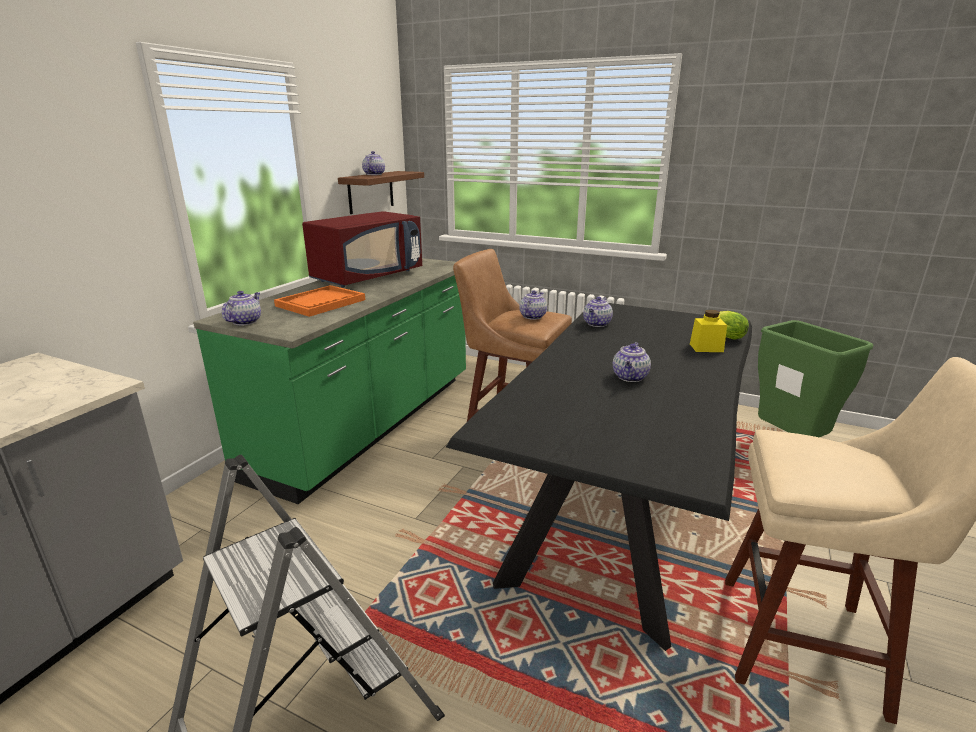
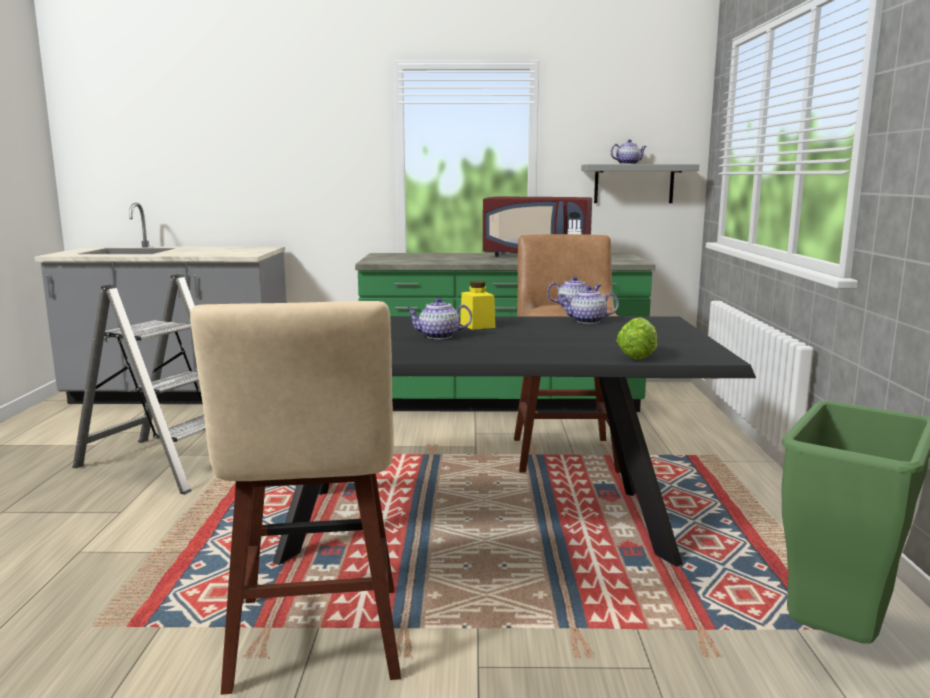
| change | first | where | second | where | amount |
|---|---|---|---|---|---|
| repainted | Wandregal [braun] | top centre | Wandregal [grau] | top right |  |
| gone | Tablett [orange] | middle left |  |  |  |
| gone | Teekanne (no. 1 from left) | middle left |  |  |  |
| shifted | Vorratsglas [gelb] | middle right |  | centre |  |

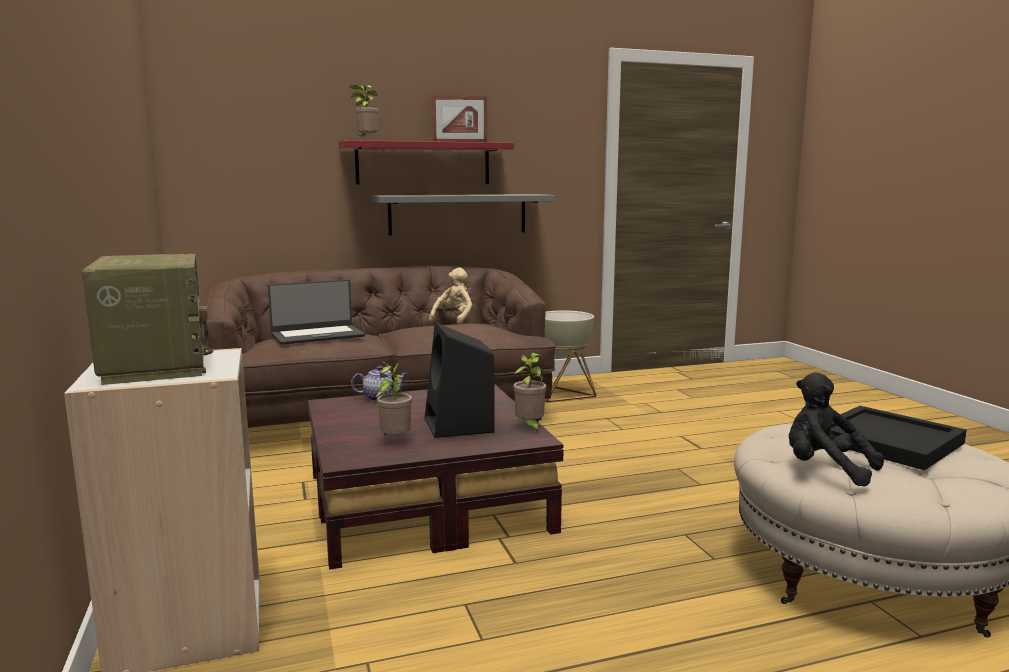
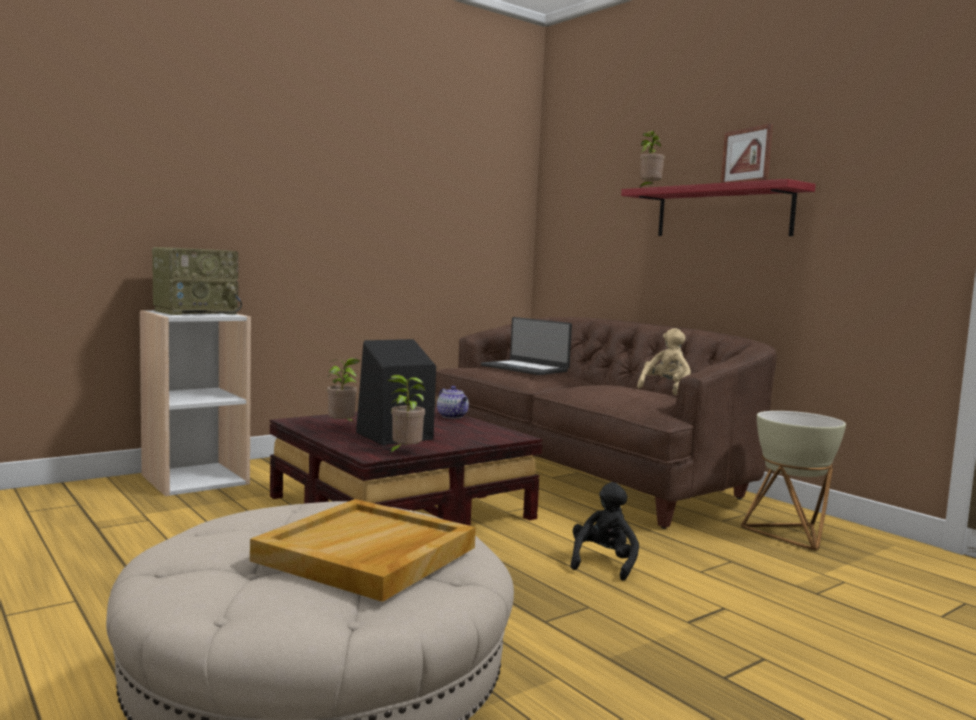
| change | first | where | second | where | amount |
|---|---|---|---|---|---|
| gone | Wandregal [grau] | top centre |  |  |  |
| rotated | Plüschtier [beige] | centre |  | middle right | 60 degrees counterclockwise |
| shifted | Plüschtier [schwarz] | middle right |  | bottom centre |  |
| repainted | Tablett [schwarz] | middle right | Tablett [beige] | bottom centre |  |

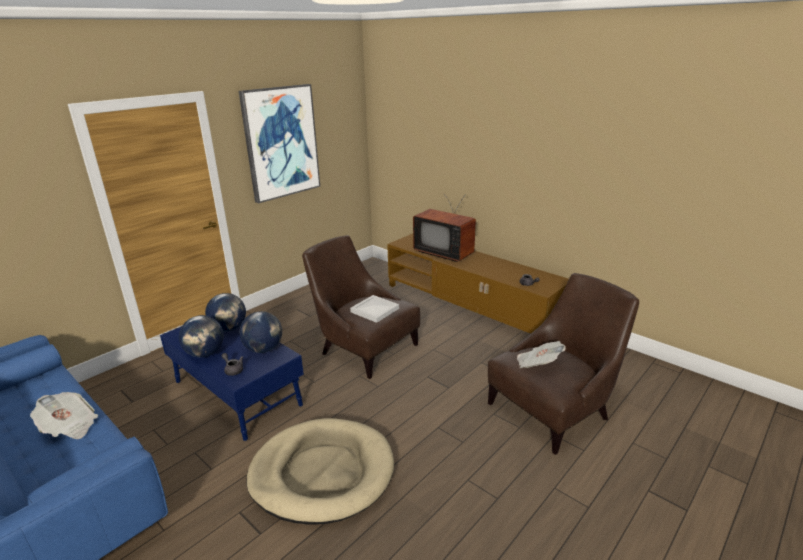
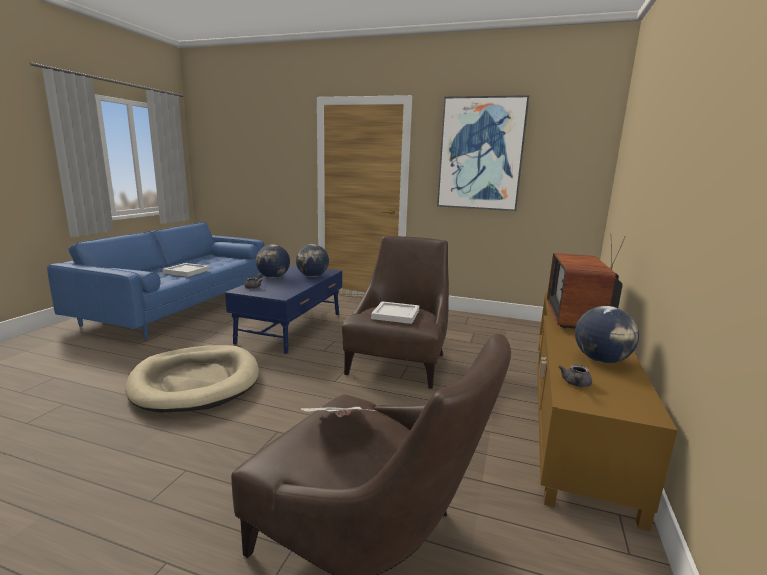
| change | first | where | second | where | amount |
|---|---|---|---|---|---|
| shifted | Globus (no. 3 from left) | middle left |  | middle right |  |
| swapped | Zeitung (no. 1 from left) | bottom left | Tablett [weiß] (no. 1 from left) | middle left |  |

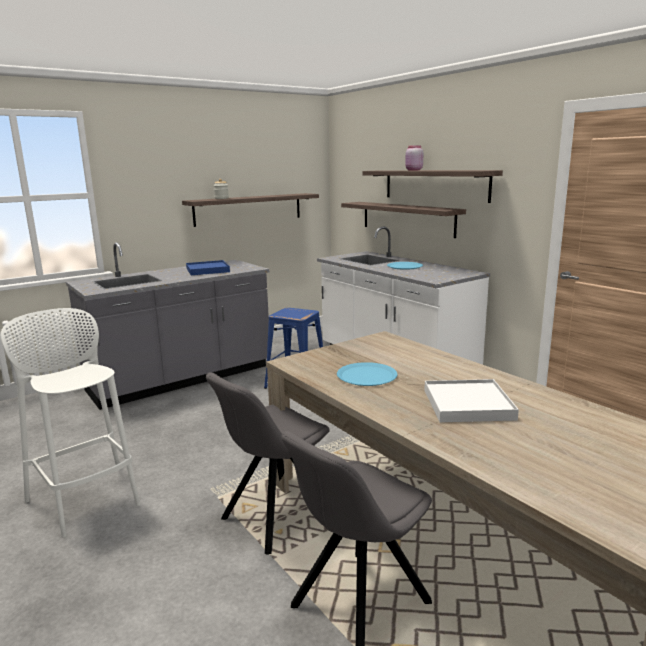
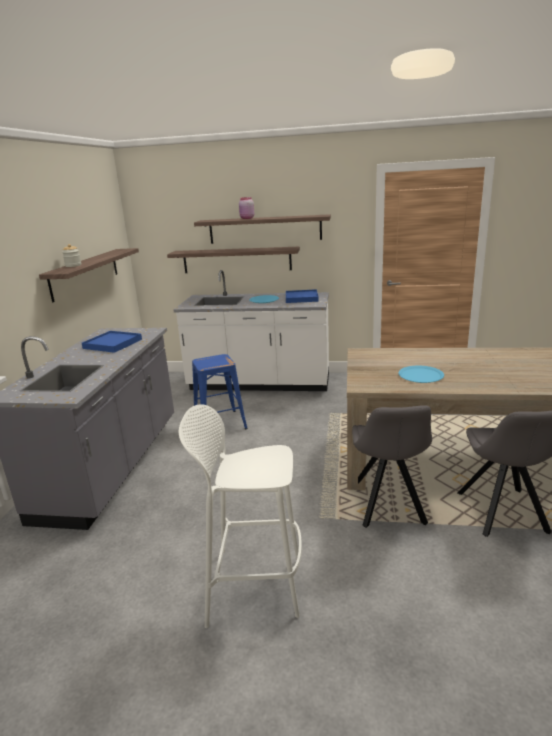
| change | first | where | second | where | amount |
|---|---|---|---|---|---|
| gone | Tablett [weiß] | middle right |  |  |  |
| new |  |  | Tablett [blau] (no. 2 from left) | centre |  |

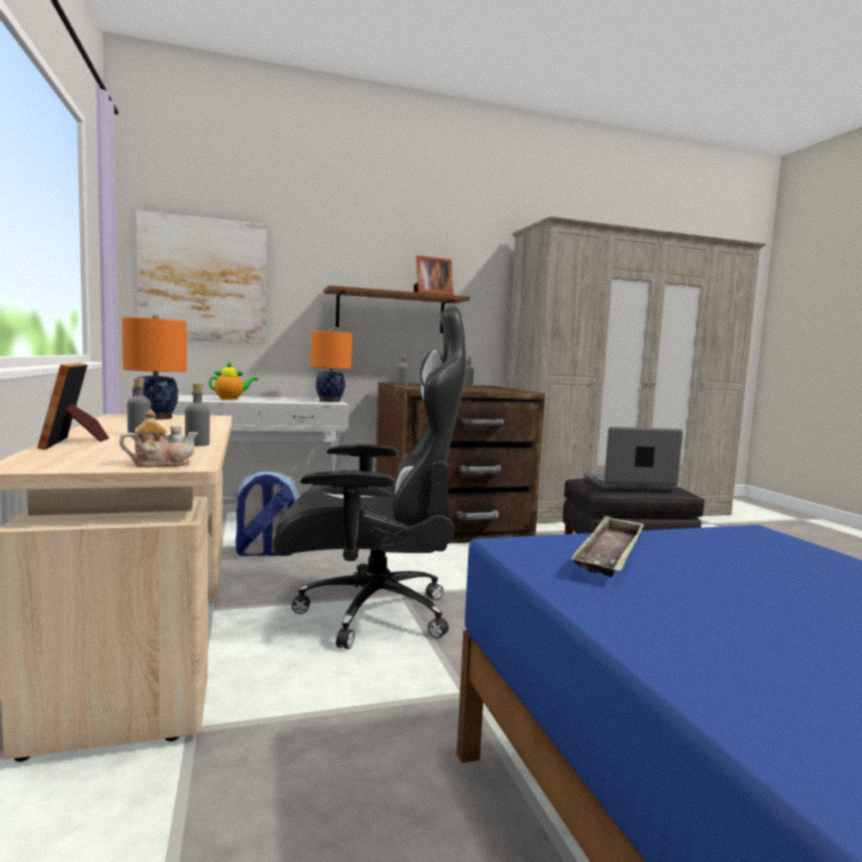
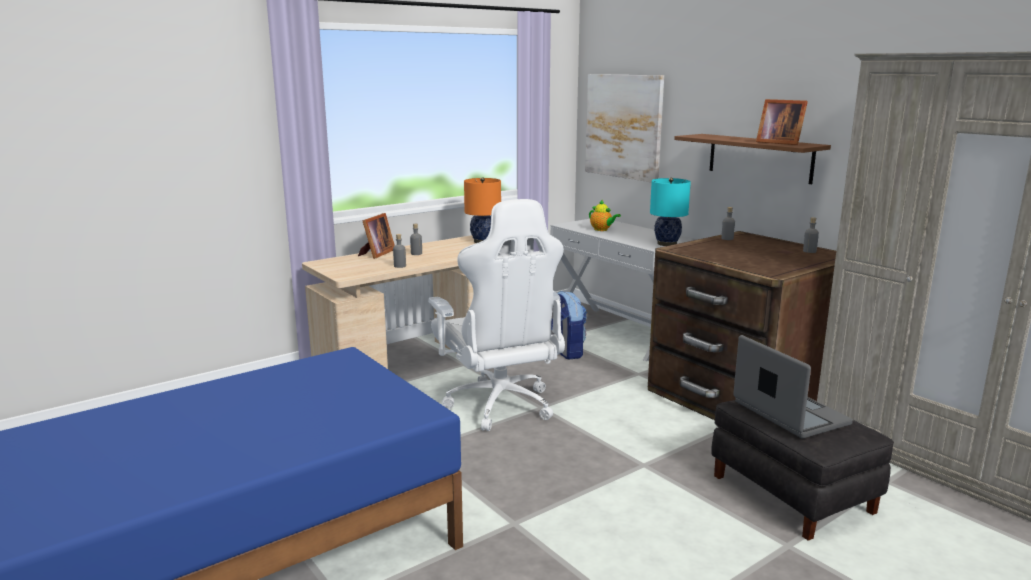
| change | first | where | second | where | amount |
|---|---|---|---|---|---|
| repainted | Bürostuhl [schwarz] | centre | Bürostuhl [weiß] | centre |  |
| repainted | Tischlampe [orange] (no. 2 from left) | centre | Tischlampe [türkis] | centre |  |
| rotated | Bilderrahmen (no. 1 from left) | middle left |  | centre | 150 degrees clockwise |
| gone | Teekanne (no. 1 from left) | middle left |  |  |  |
| gone | Tablett | middle right |  |  |  |

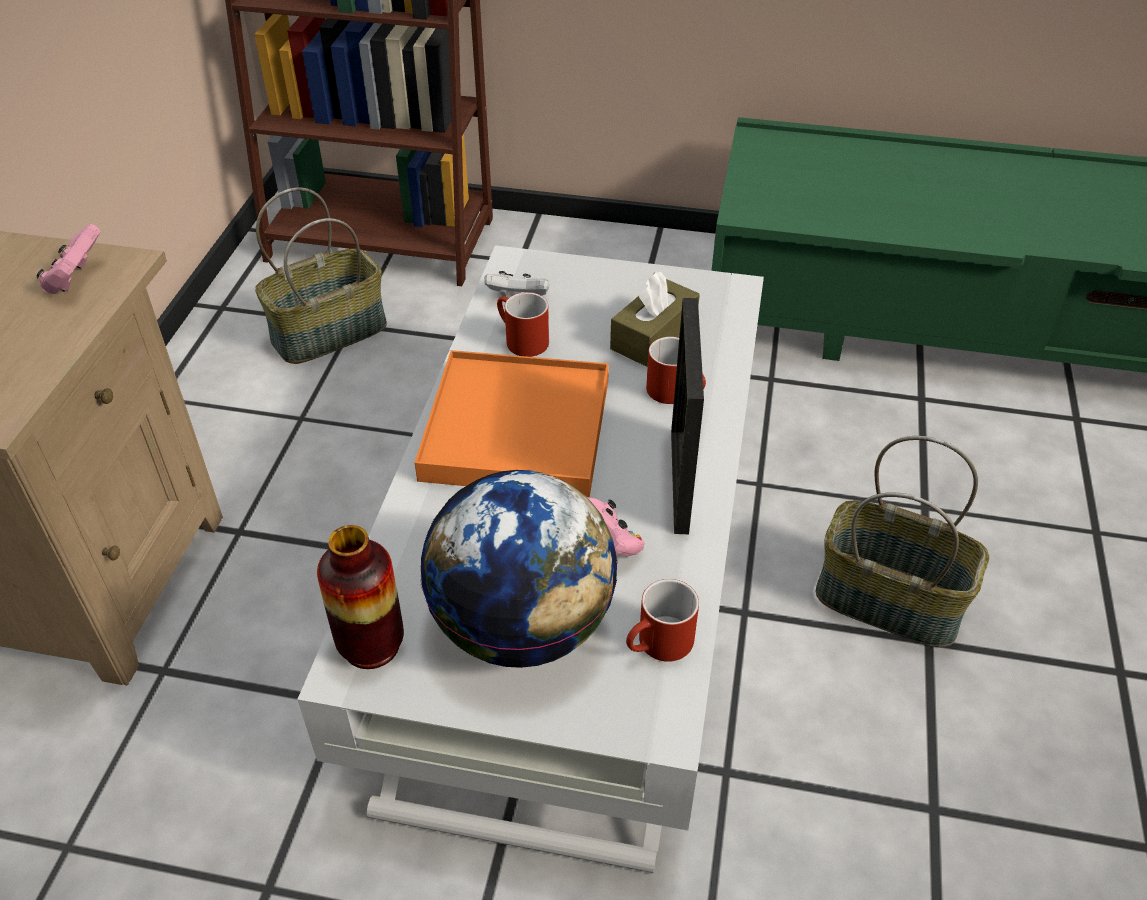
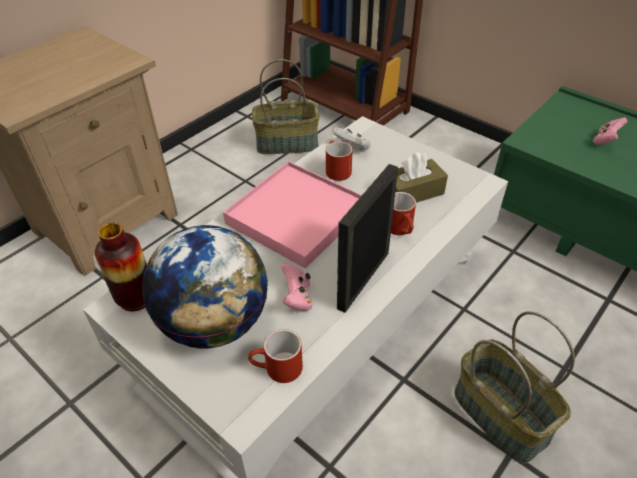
| change | first | where | second | where | amount |
|---|---|---|---|---|---|
| shifted | Gamepad [rosa] (no. 1 from left in the first image) | top left | Gamepad [rosa] (no. 2 from left) | top right |  |
| repainted | Tablett [orange] | centre | Tablett [rosa] | centre |  |

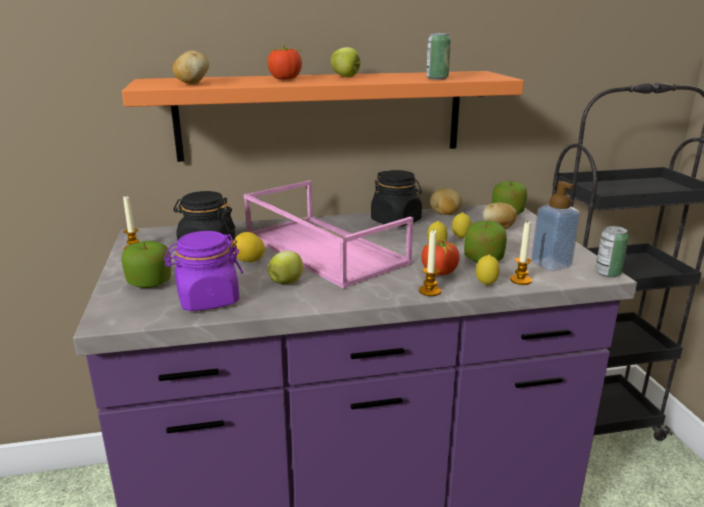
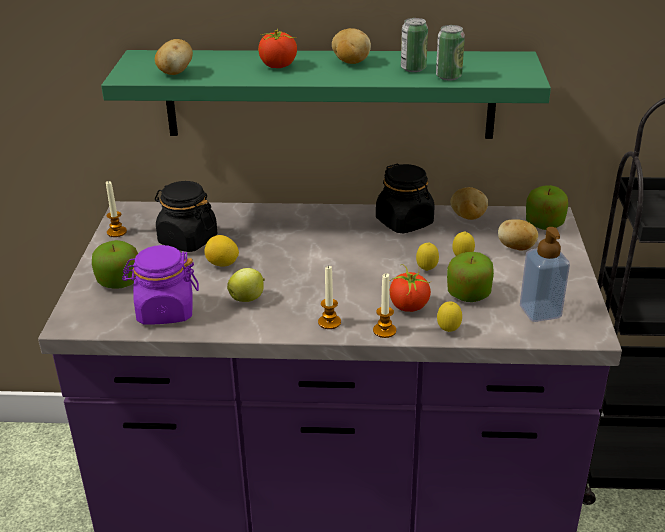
| change | first | where | second | where | amount |
|---|---|---|---|---|---|
| swapped | Apfel (no. 3 from left) | top centre | Kartoffel (no. 2 from left) | top centre |  |
| repainted | Wandregal [orange] | top centre | Wandregal [grün] | top centre |  |
| gone | Tablett [rosa] | centre |  |  |  |
| shifted | Kerze (no. 3 from left in the first image) | middle right | Kerze (no. 2 from left) | centre |  |
| shifted | Dose (no. 2 from left in the first image) | middle right | Dose (no. 1 from left) | top centre |  |

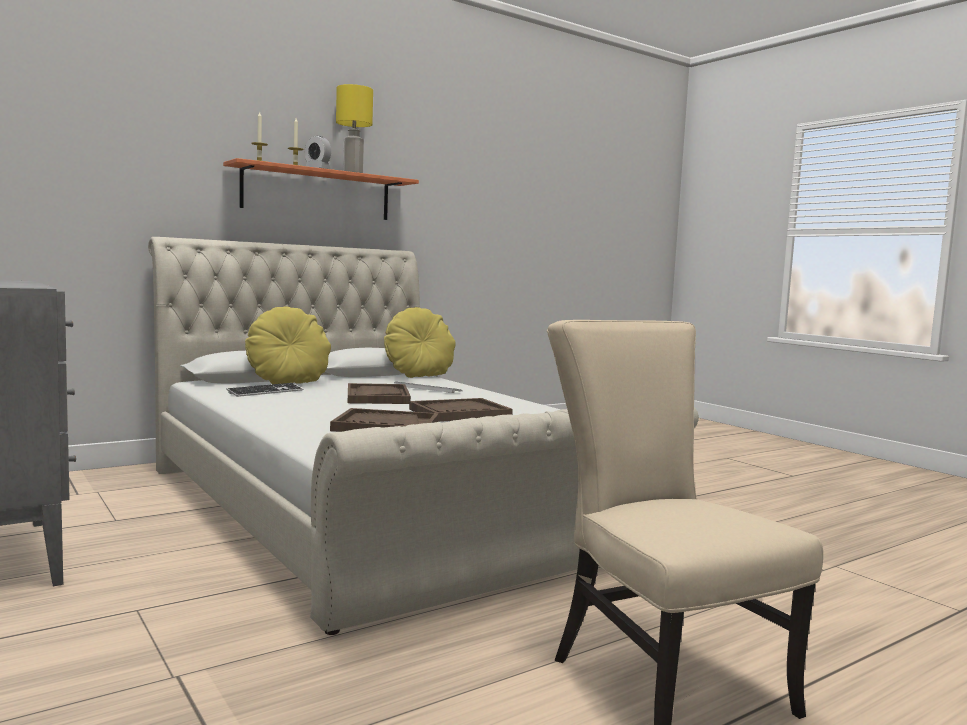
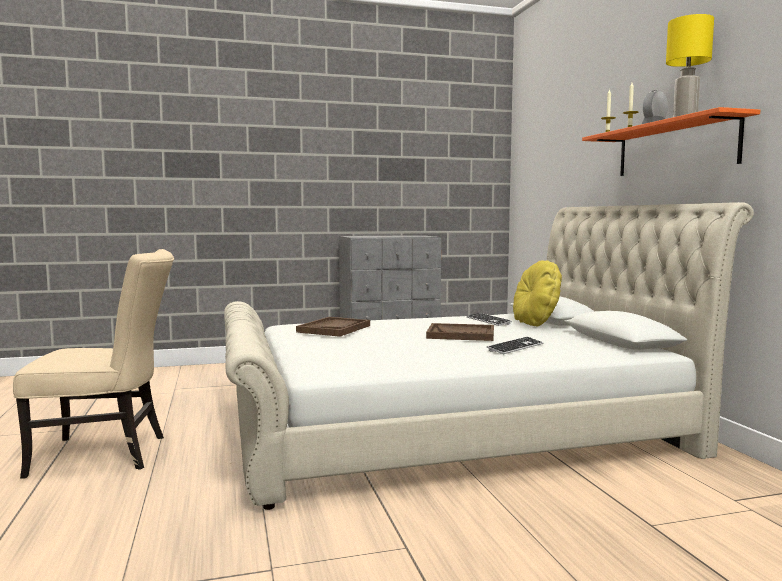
| change | first | where | second | where | amount |
|---|---|---|---|---|---|
| gone | Kissen [gelb] (no. 2 from left) | centre |  |  |  |
| gone | Tablett [braun] (no. 3 from left) | centre |  |  |  |

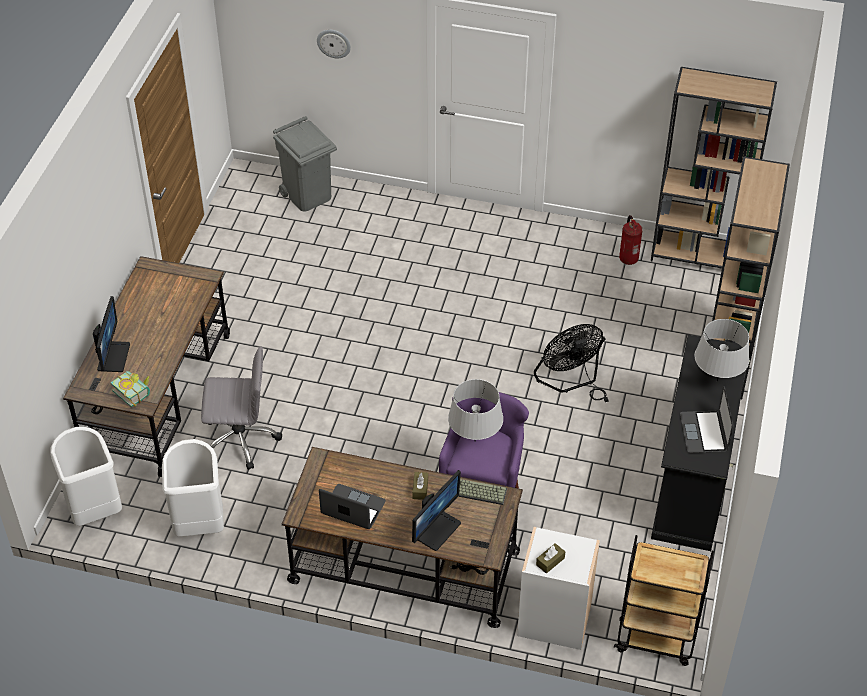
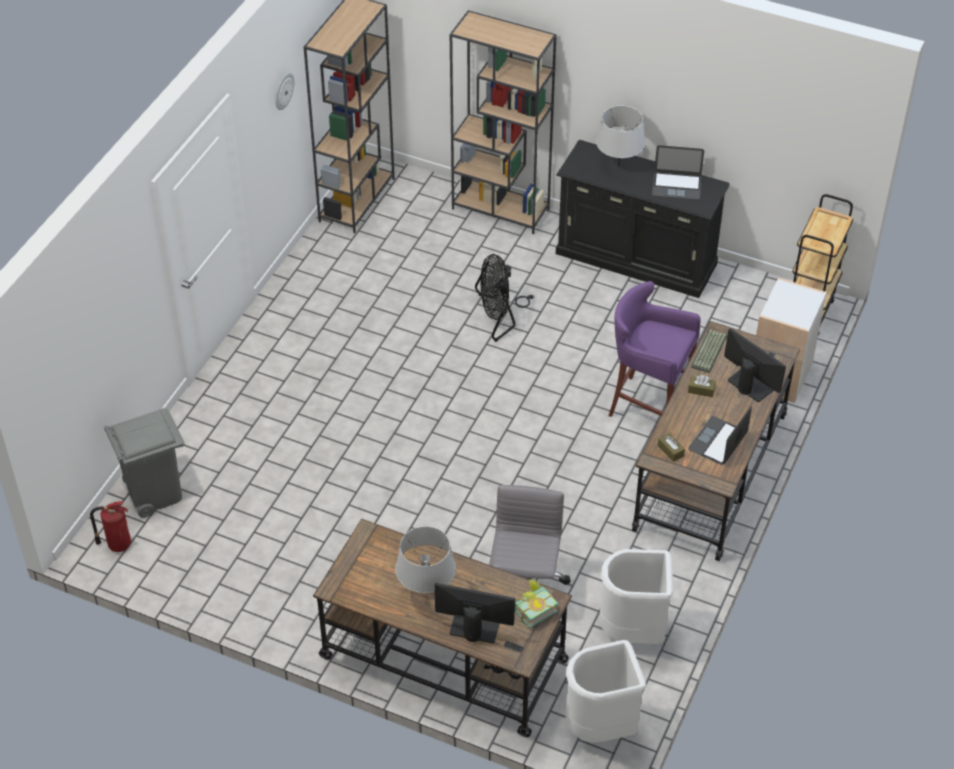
| change | first | where | second | where | amount |
|---|---|---|---|---|---|
| shifted | Wanduhr | top centre |  | top left |  |
| shifted | Feuerlöscher | middle right |  | bottom left |  |
| shifted | Tischlampe [grau] (no. 1 from left) | centre |  | bottom centre |  |
| shifted | Taschentuchbox [braun] (no. 2 from left in the first image) | bottom centre | Taschentuchbox [braun] (no. 1 from left) | middle right |  |

